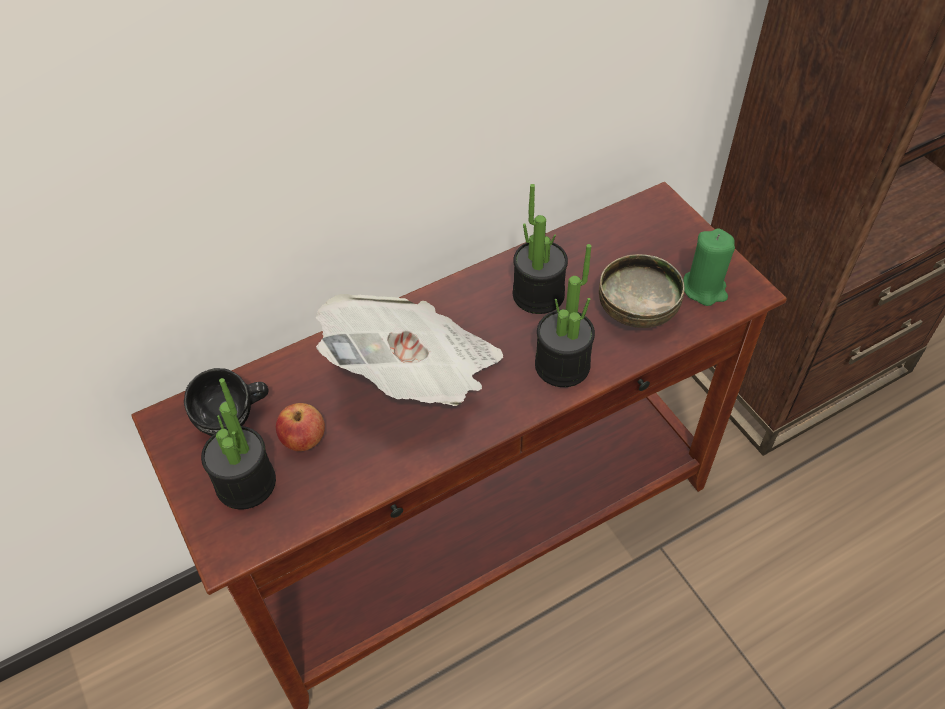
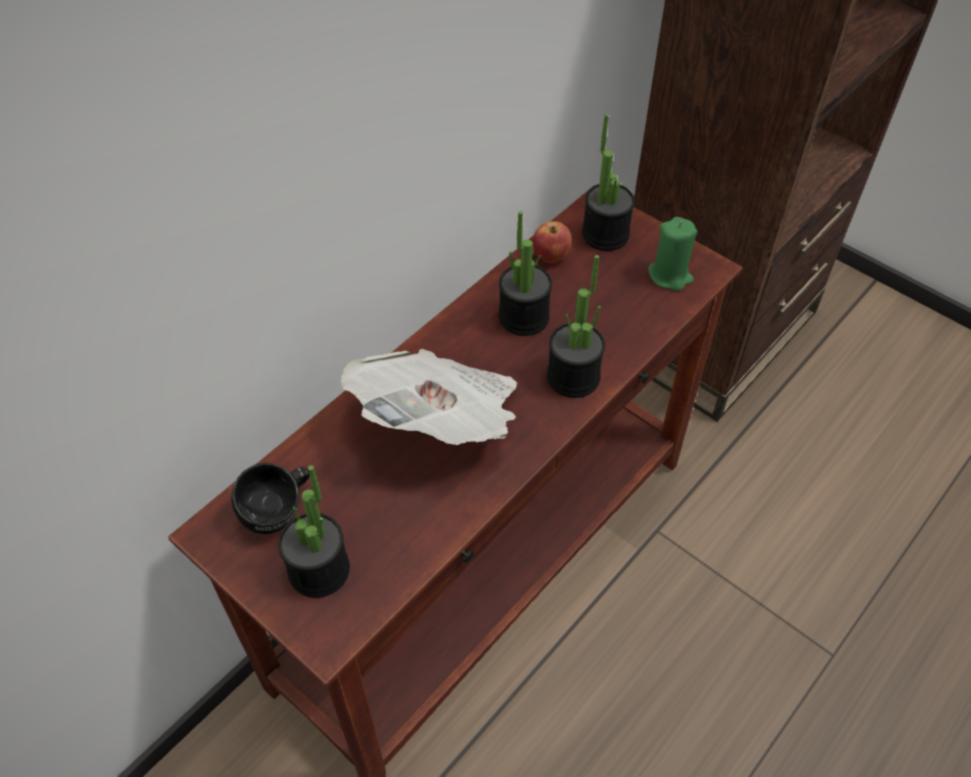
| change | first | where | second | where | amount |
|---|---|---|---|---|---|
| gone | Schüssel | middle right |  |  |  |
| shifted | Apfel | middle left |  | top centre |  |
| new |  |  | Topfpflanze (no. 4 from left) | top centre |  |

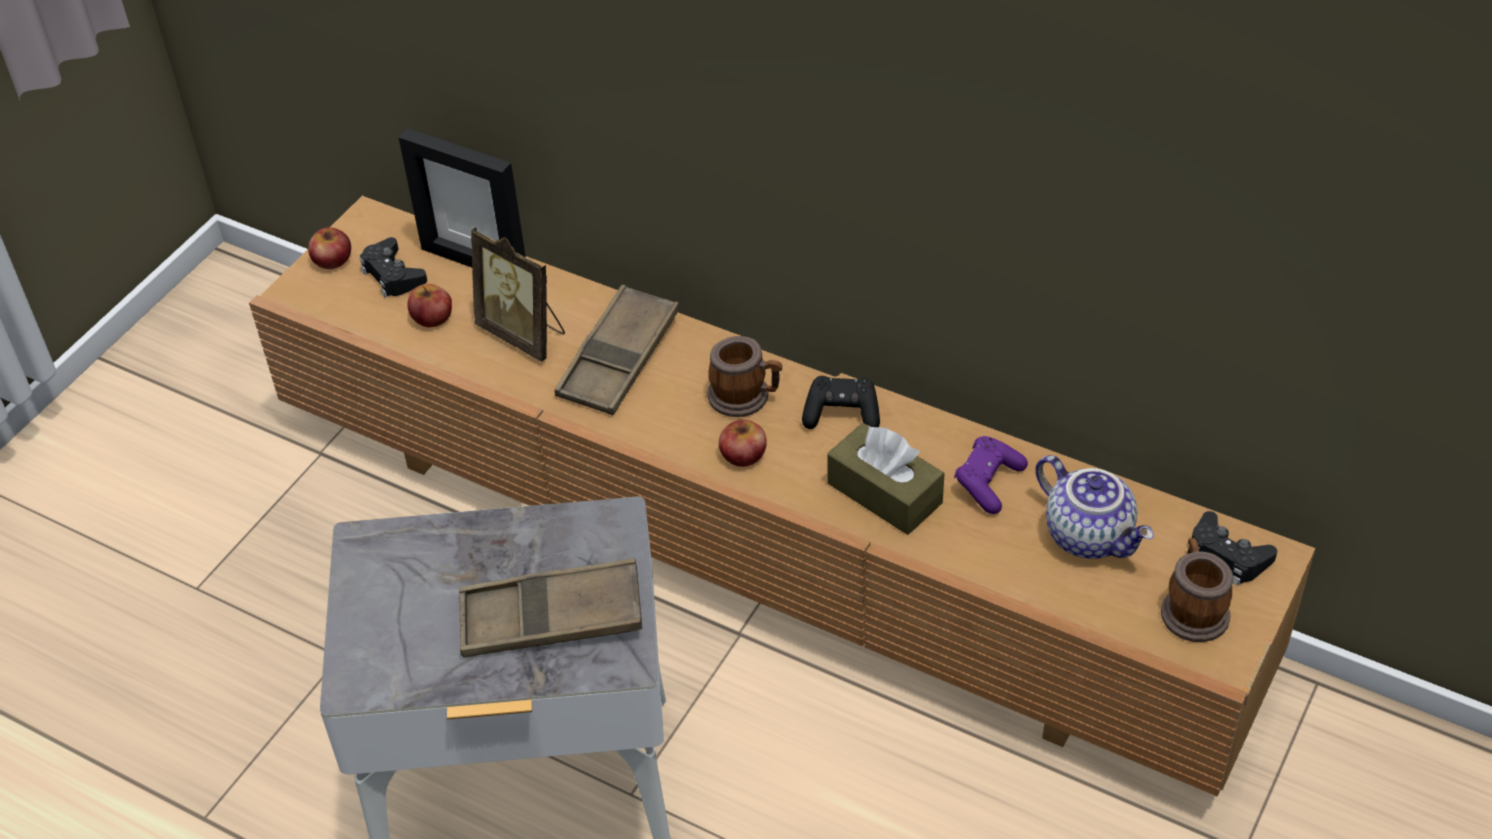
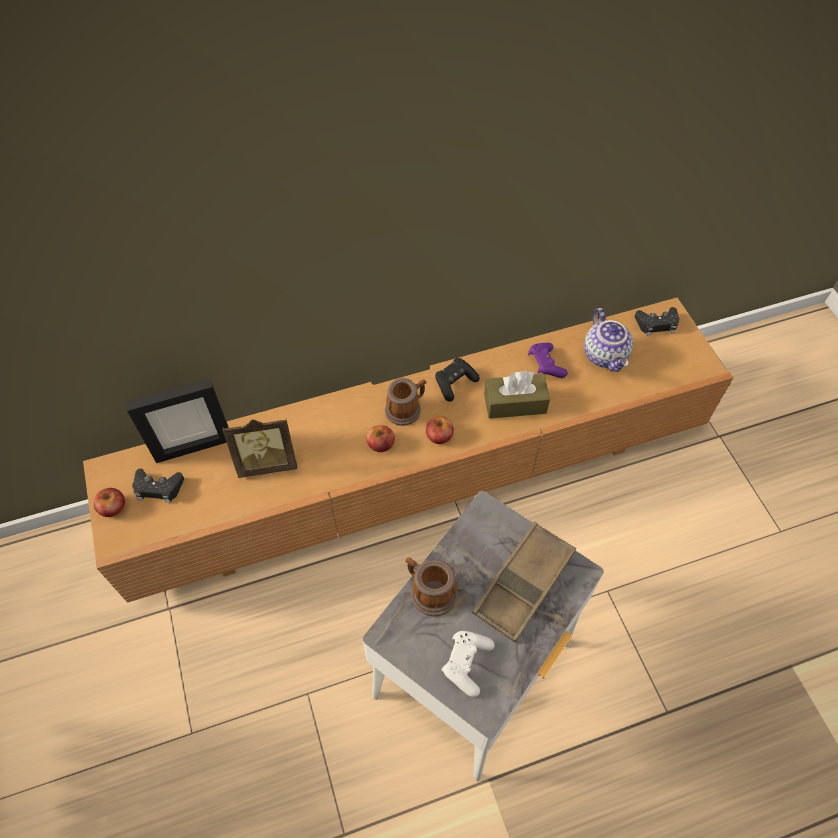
| change | first | where | second | where | amount |
|---|---|---|---|---|---|
| shifted | Apfel (no. 2 from left) | middle left |  | centre |  |
| gone | Tablett [braun] (no. 2 from left) | centre |  |  |  |
| rotated | Teekanne | middle right |  | middle right | 75 degrees clockwise |
| shifted | Henkelbecher (no. 2 from left) | bottom right |  | bottom centre |  |
| new |  |  | Gamepad [weiß] | bottom centre |  |

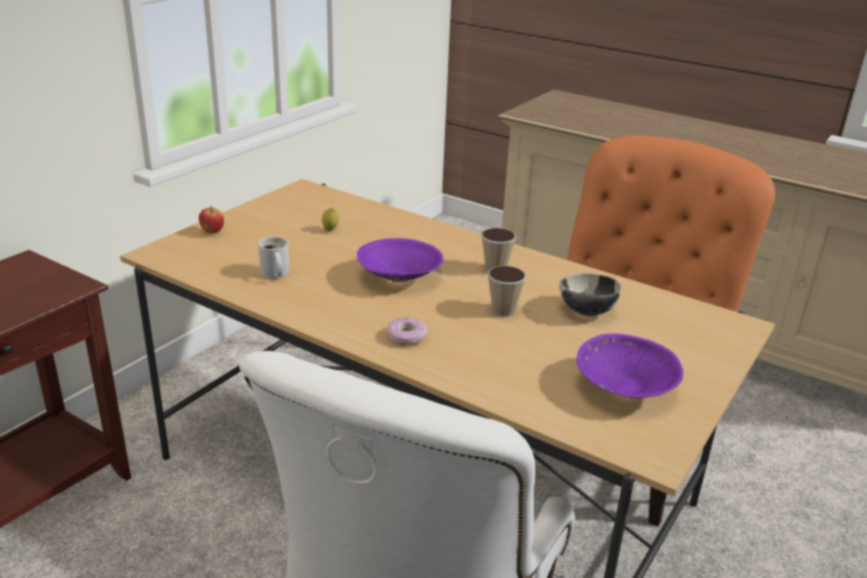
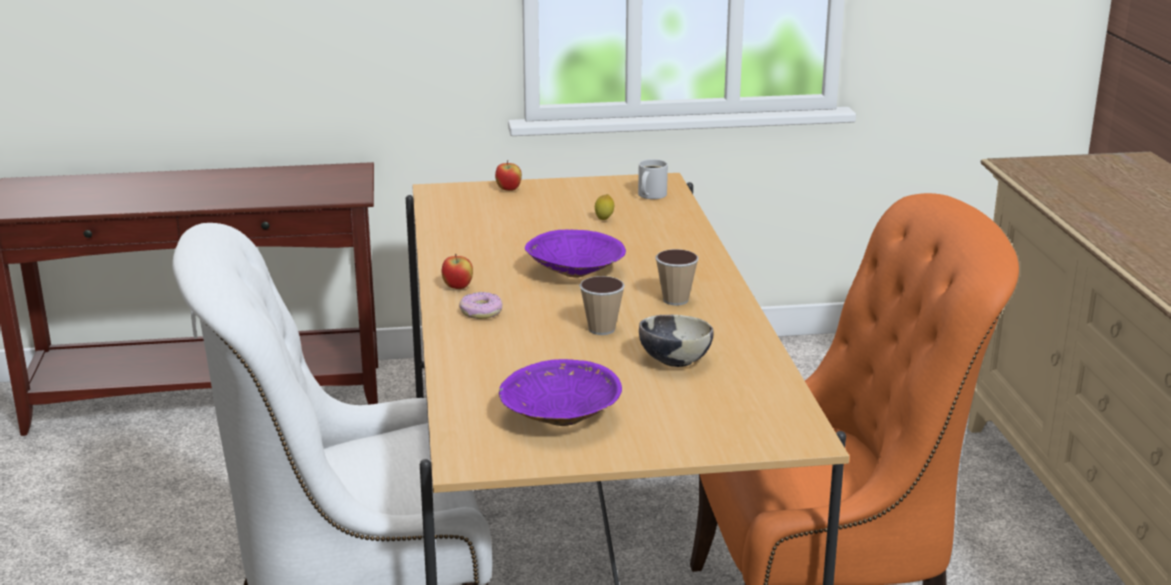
| change | first | where | second | where | amount |
|---|---|---|---|---|---|
| shifted | Henkelbecher [weiß] | middle left |  | top centre |  |
| new |  |  | Apfel (no. 1 from left) | centre |  |

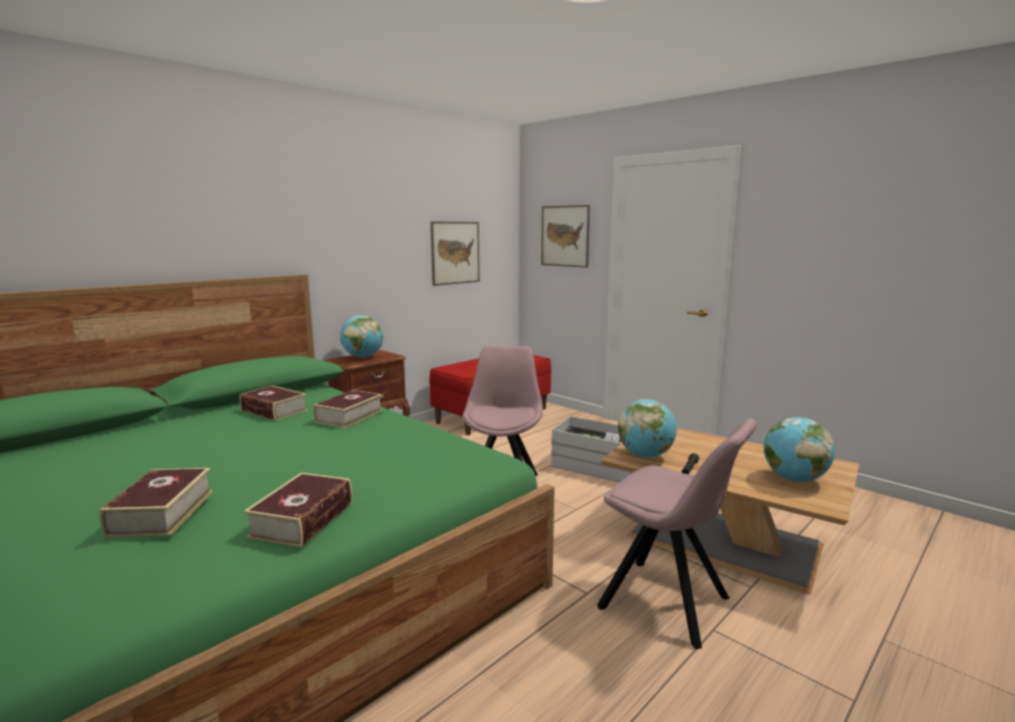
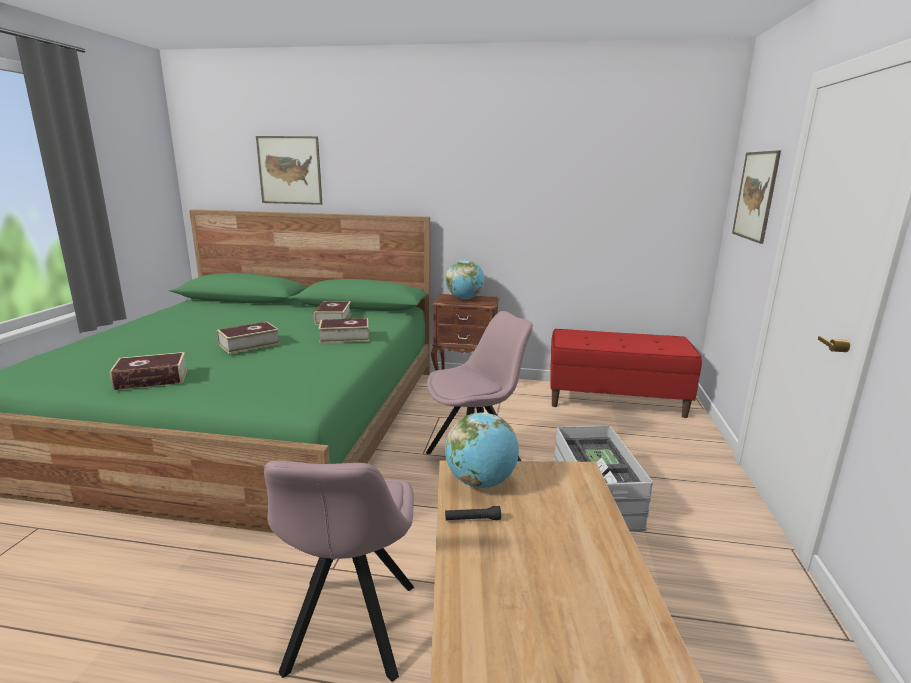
| change | first | where | second | where | amount |
|---|---|---|---|---|---|
| shifted | Bild (no. 1 from left) | centre |  | top left |  |
| gone | Globus (no. 3 from left) | middle right |  |  |  |
| shifted | Buch (no. 1 from left in the first image) | bottom left | Buch (no. 2 from left) | middle left |  |

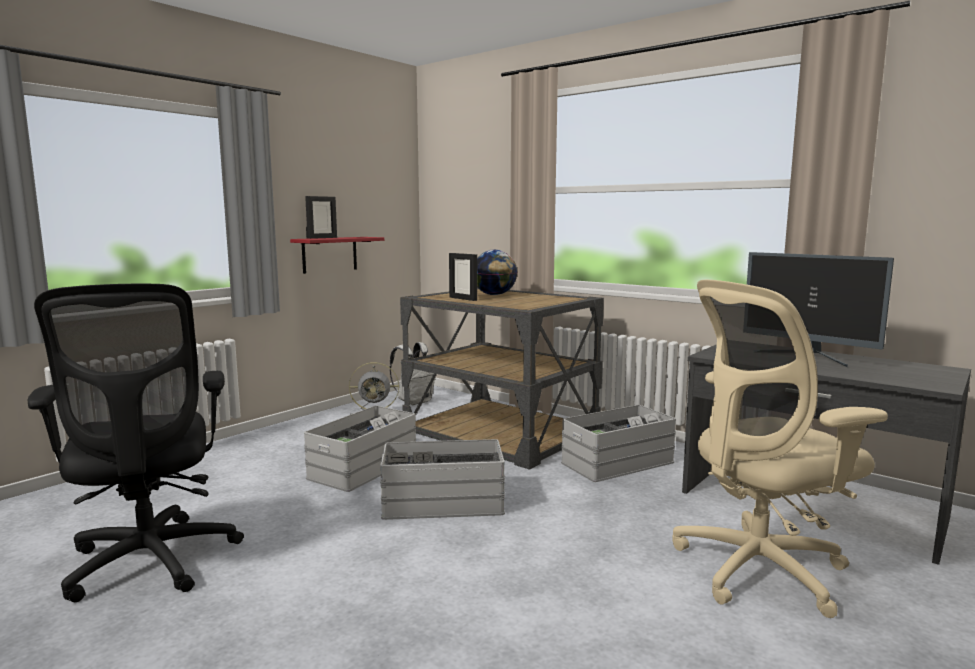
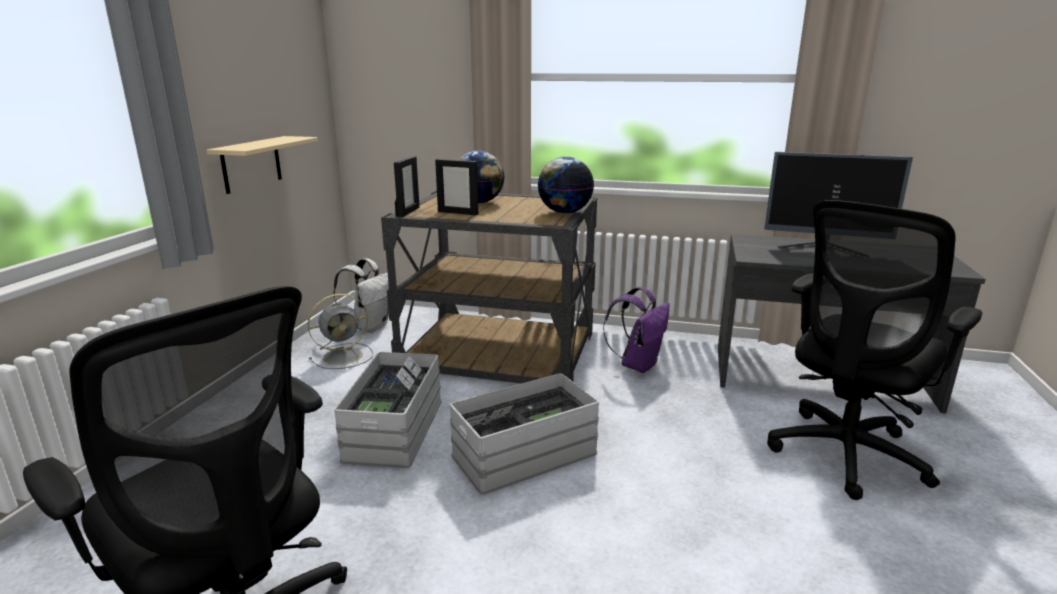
| change | first | where | second | where | amount |
|---|---|---|---|---|---|
| shifted | Bilderrahmen (no. 1 from left) | top left |  | top centre |  |
| repainted | Wandregal [rot] | centre | Wandregal [beige] | top left |  |
| repainted | Bürostuhl [beige] | bottom right | Bürostuhl [schwarz] (no. 2 from left) | middle right |  |
| swapped | Aufbewahrungsbox [grau] (no. 3 from left) | centre | Rucksack [lila] | centre |  |
| new |  |  | Globus (no. 2 from left) | top centre |  |

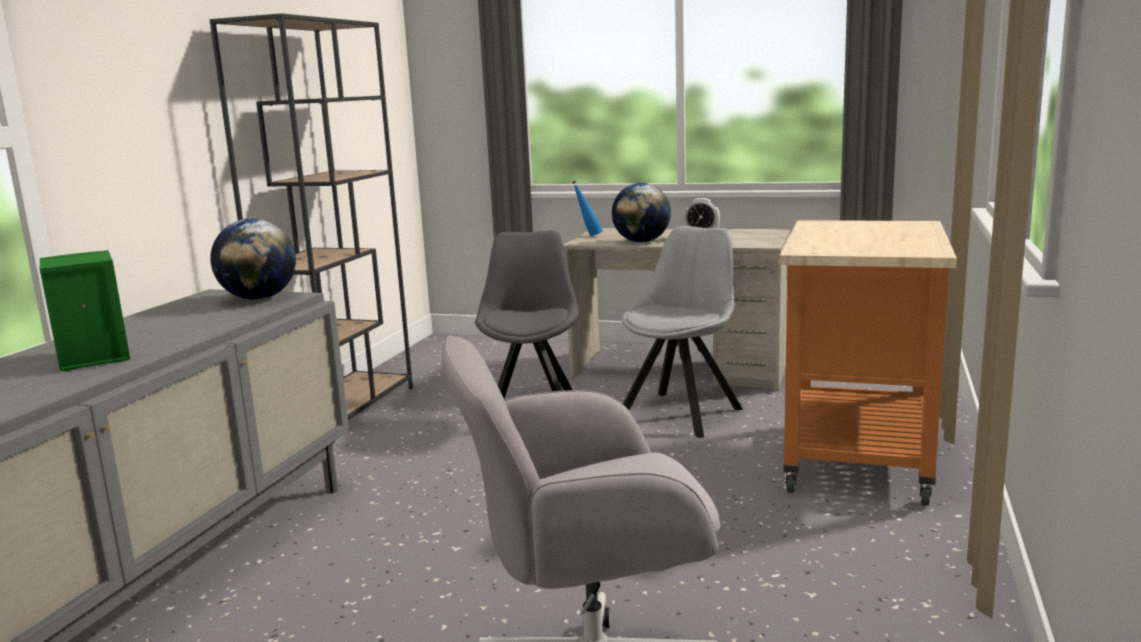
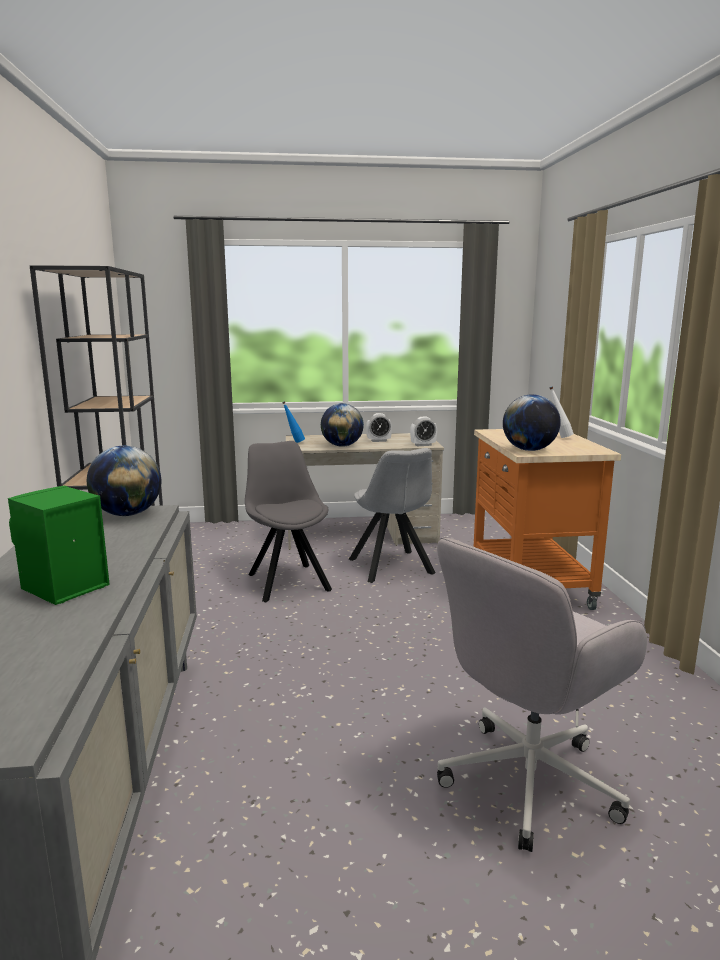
| change | first | where | second | where | amount |
|---|---|---|---|---|---|
| rotated | Stuhl [grau] (no. 2 from left) | centre |  | centre | 150 degrees clockwise |
| new |  |  | Flasche [weiß] | middle right |  |
| new |  |  | Globus (no. 3 from left) | middle right |  |
| new |  |  | Wecker (no. 2 from left) | centre |  |

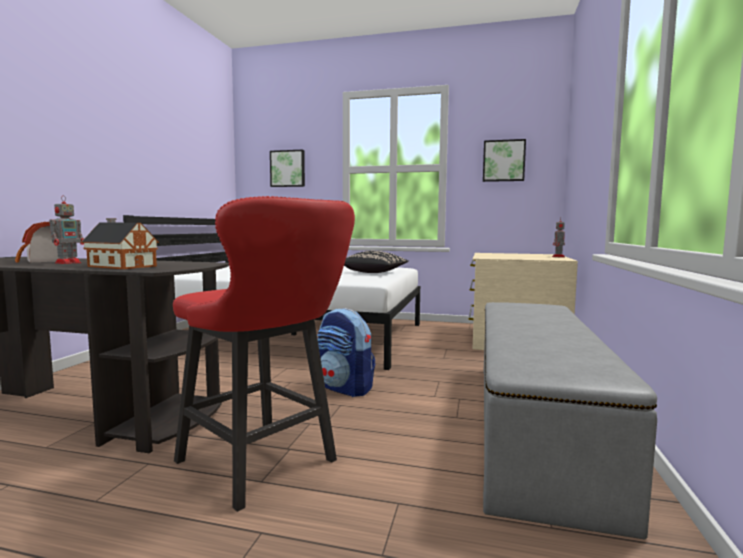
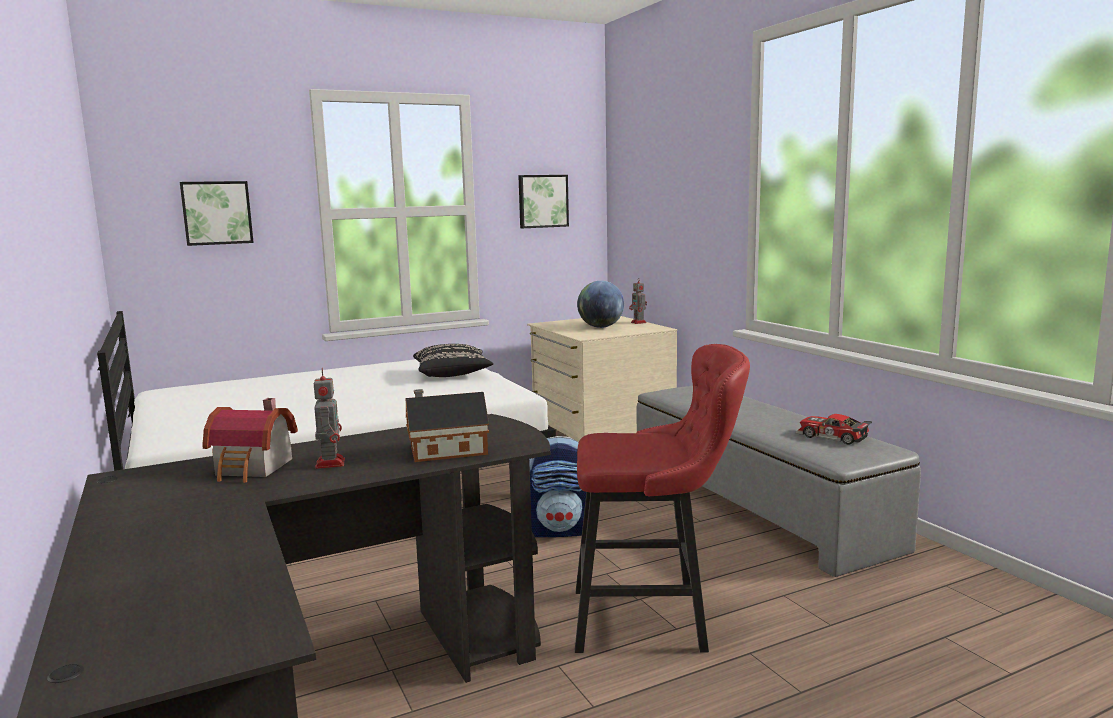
| change | first | where | second | where | amount |
|---|---|---|---|---|---|
| new |  |  | Globus | centre |  |
| new |  |  | Spielzeugauto | middle right |  |

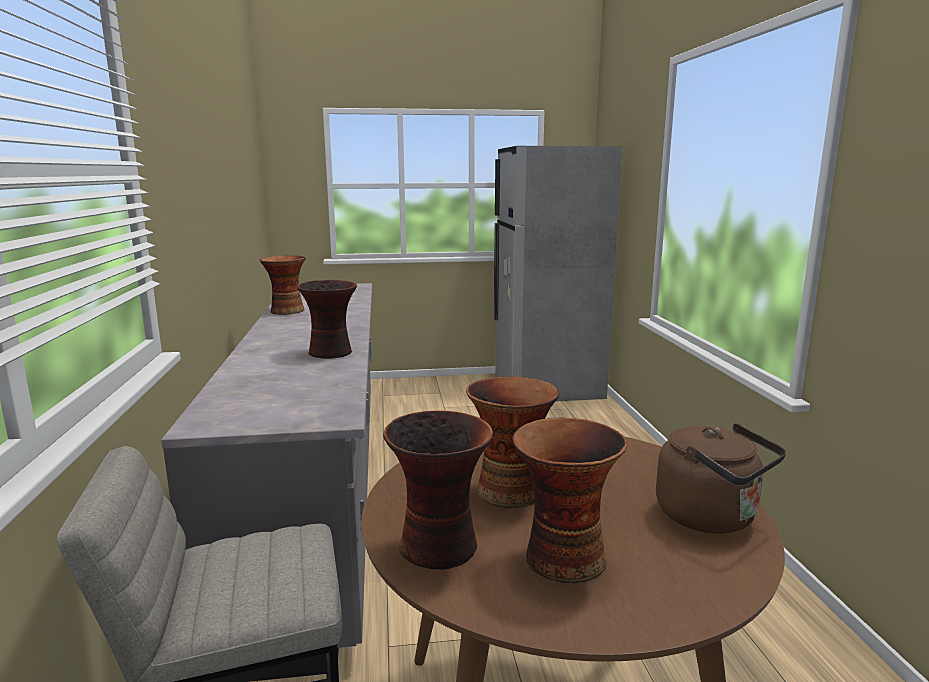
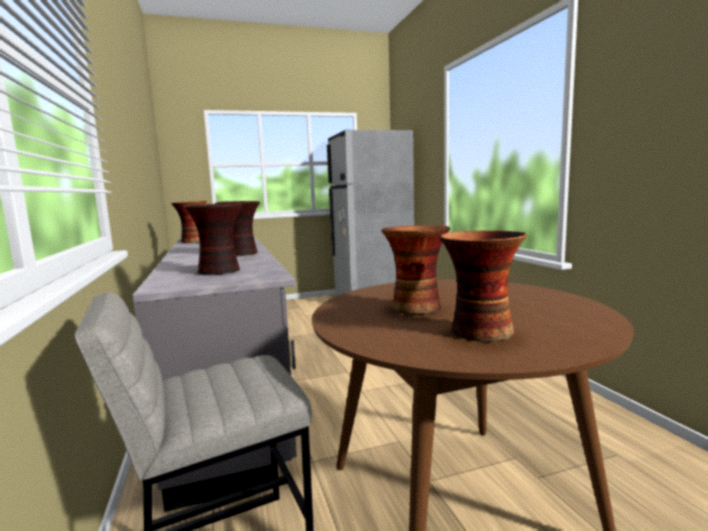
| change | first | where | second | where | amount |
|---|---|---|---|---|---|
| shifted | Vase (no. 3 from left in the first image) | bottom centre | Vase (no. 2 from left) | middle left |  |
| gone | Wasserkessel [braun] | bottom right |  |  |  |

